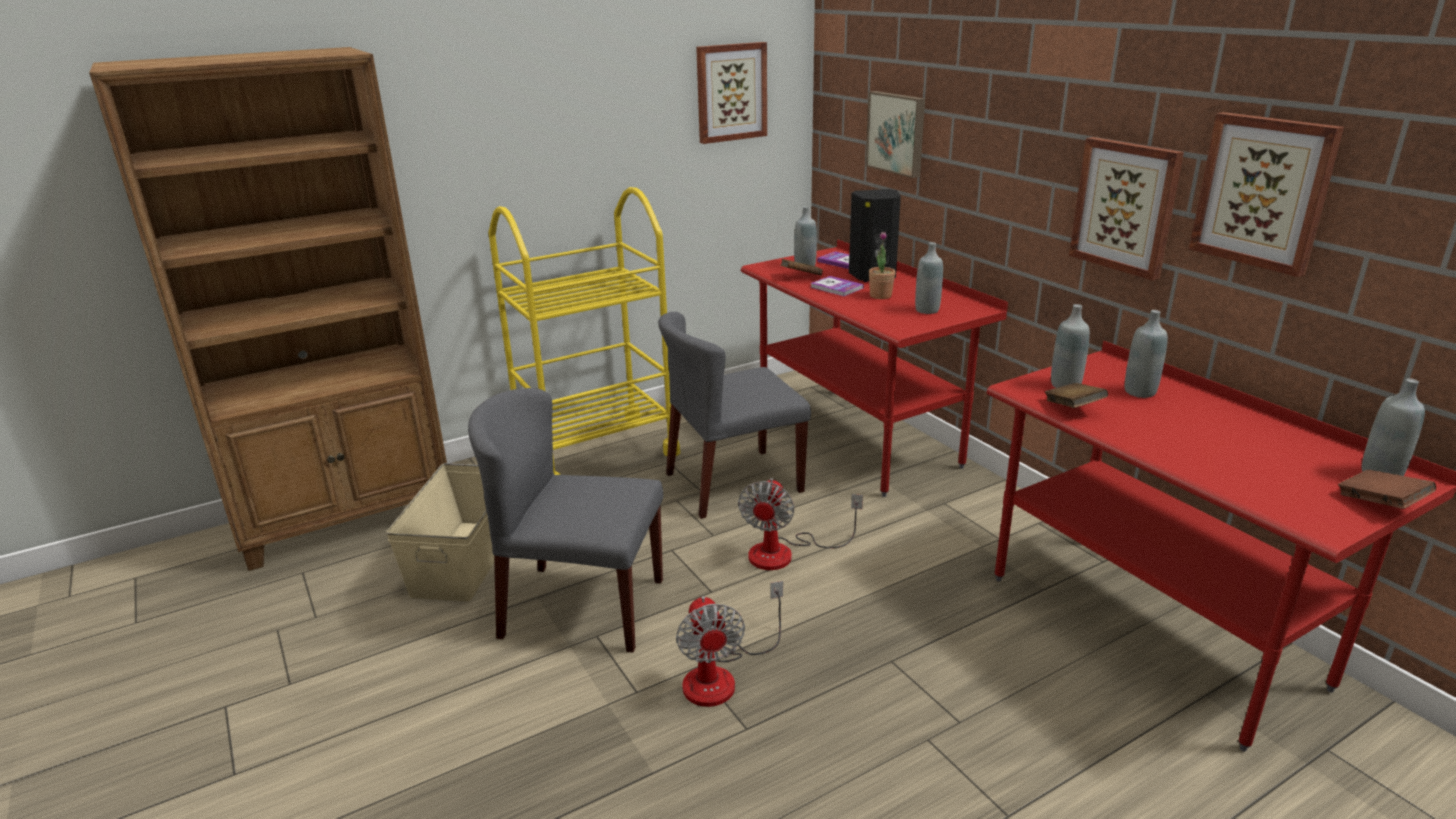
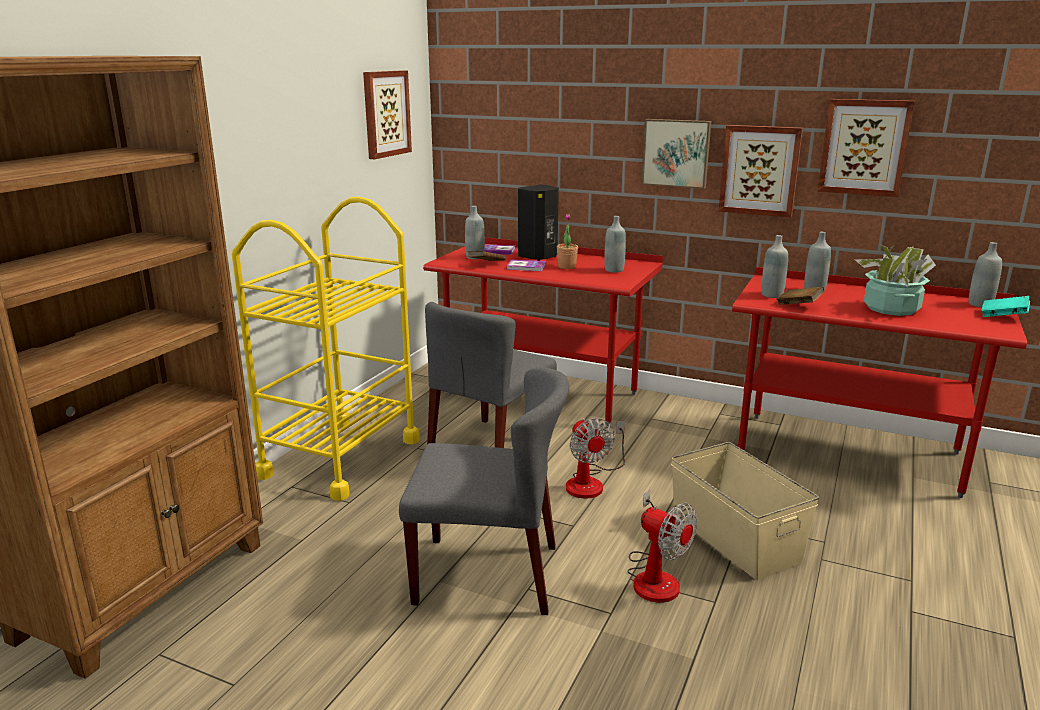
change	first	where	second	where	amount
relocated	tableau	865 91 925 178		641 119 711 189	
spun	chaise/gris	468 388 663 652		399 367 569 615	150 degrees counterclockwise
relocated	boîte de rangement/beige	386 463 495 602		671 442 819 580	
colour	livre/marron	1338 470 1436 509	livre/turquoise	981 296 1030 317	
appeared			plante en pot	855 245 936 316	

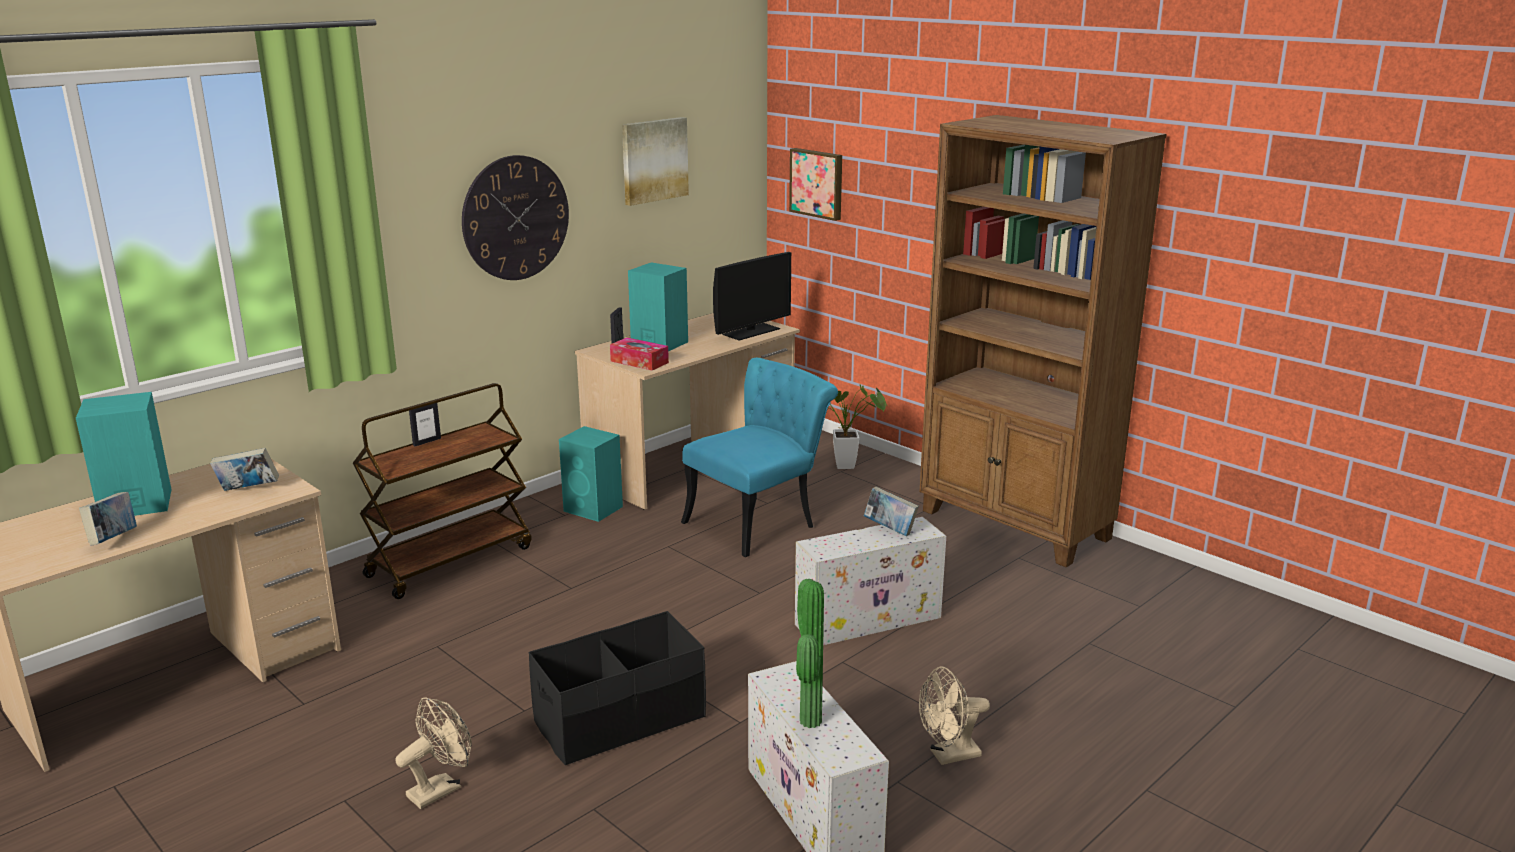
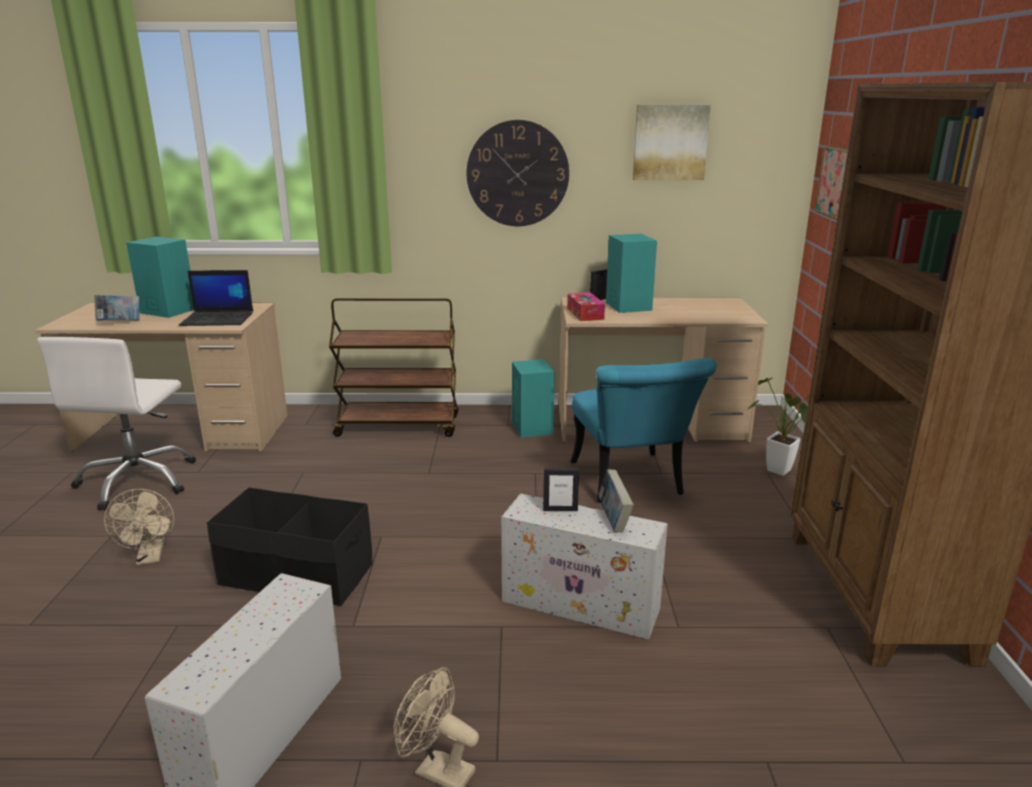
change	first	where	second	where	amount
missing	écran d'ordinateur	713 252 791 340			
spun	chaise/turquoise	681 358 838 557		570 358 716 503	75 degrees clockwise
relocated	cadre photo	409 403 441 446		543 468 579 511	
exchanged	livre	210 448 279 491	ordinateur portable	179 270 253 326	
missing	plante en pot	796 579 824 728			
spun	ventilateur/beige	395 697 472 809		104 489 174 565	75 degrees clockwise
appeared			chaise de bureau/blanc	37 337 196 511	

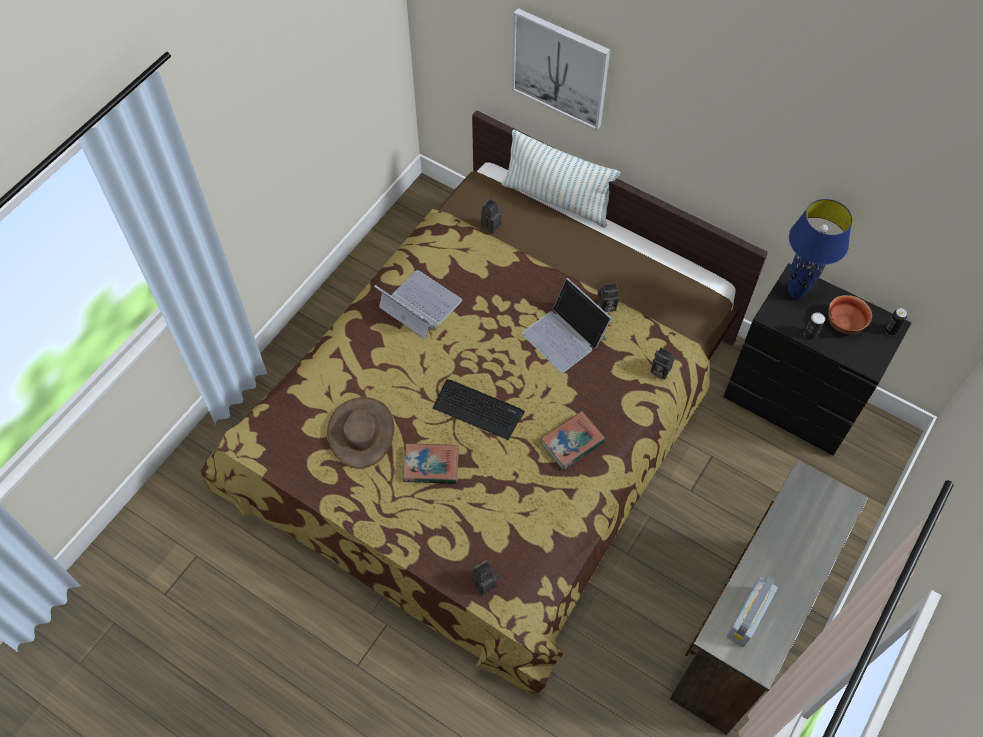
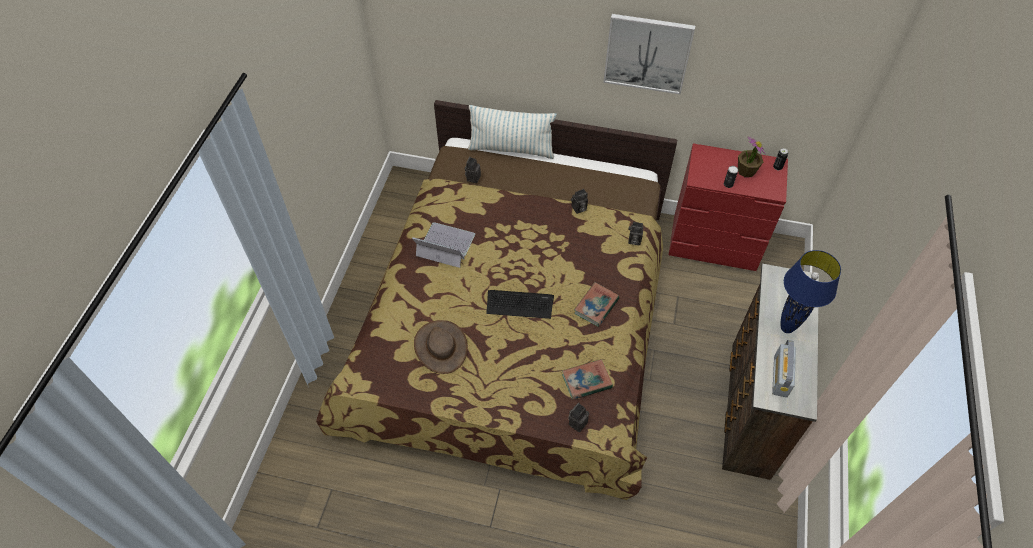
change	first	where	second	where	amount
relocated	tableau	512 8 610 131		603 14 695 94	
relocated	lampe de table/bleu	788 199 852 299		781 250 841 333	
colour	commode/noir	723 263 911 455	commode/rouge	669 144 788 271	
missing	ordinateur portable	522 278 612 373			
exchanged	bol	828 295 872 334	plante en pot	738 136 765 177	
relocated	livre	403 443 459 484		562 359 613 400	

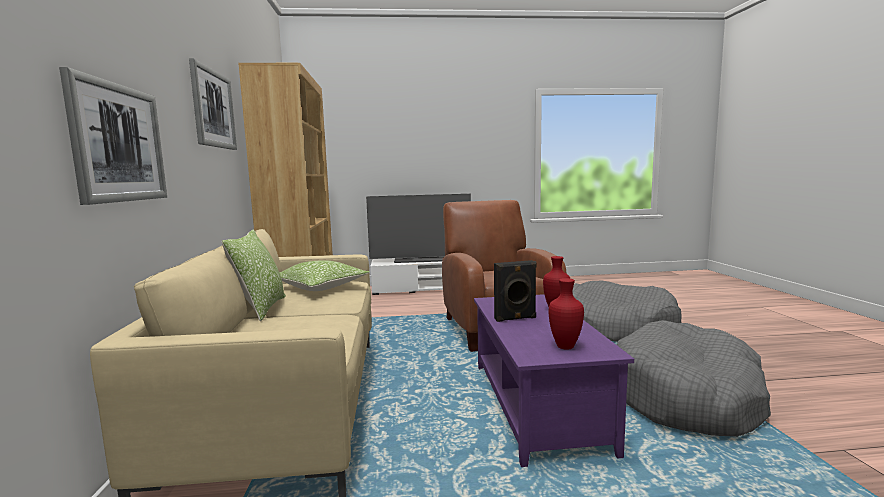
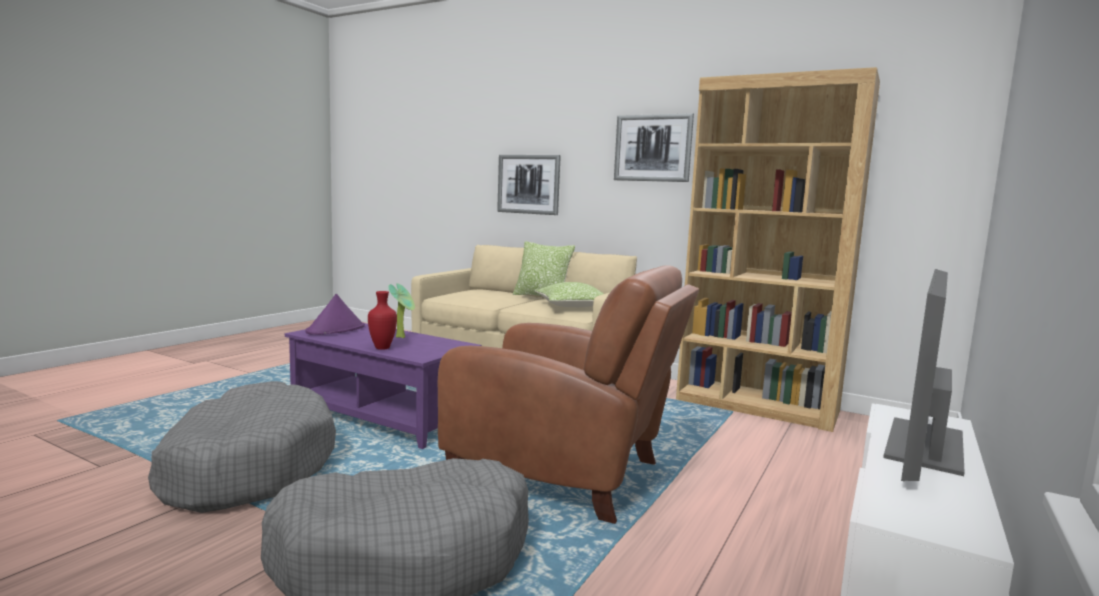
change	first	where	second	where	amount
exchanged	enceinte/noir	494 260 537 322	plante en pot	388 283 415 338	
exchanged	vase/rouge	549 278 584 350	chapeau/violet	305 294 365 335	

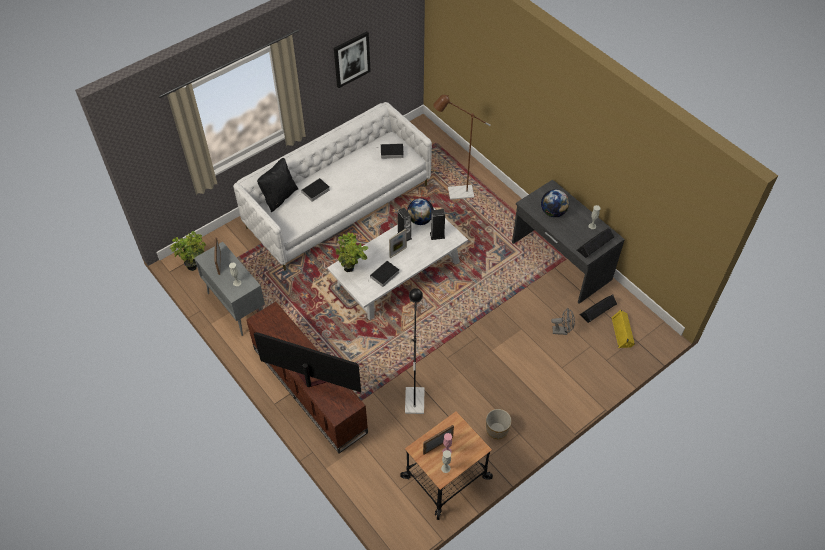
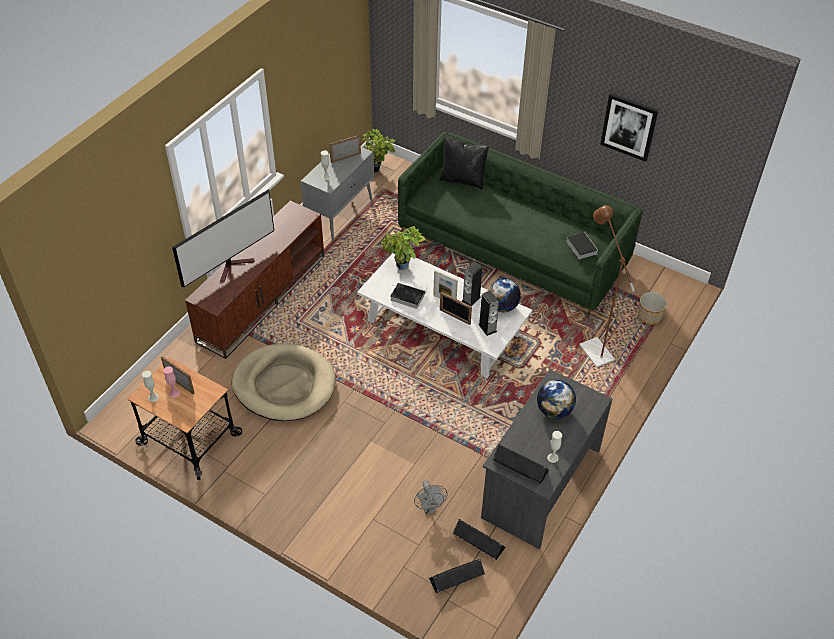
change	first	where	second	where	amount
colour	canapé/blanc	233 102 432 271	canapé/vert	398 132 643 318	
missing	livre	299 178 330 202			
exchanged	lampadaire/noir	405 288 425 414	panier pour chien/beige	231 343 336 421	
colour	enceinte/jaune	611 310 635 348	enceinte/noir	429 559 485 593	
spun	téléviseur	254 332 361 392		172 189 274 287	45 degrees clockwise
relocated	cache-pot	486 409 512 439		638 292 667 325	
appeared			cadre photo	440 292 472 325	

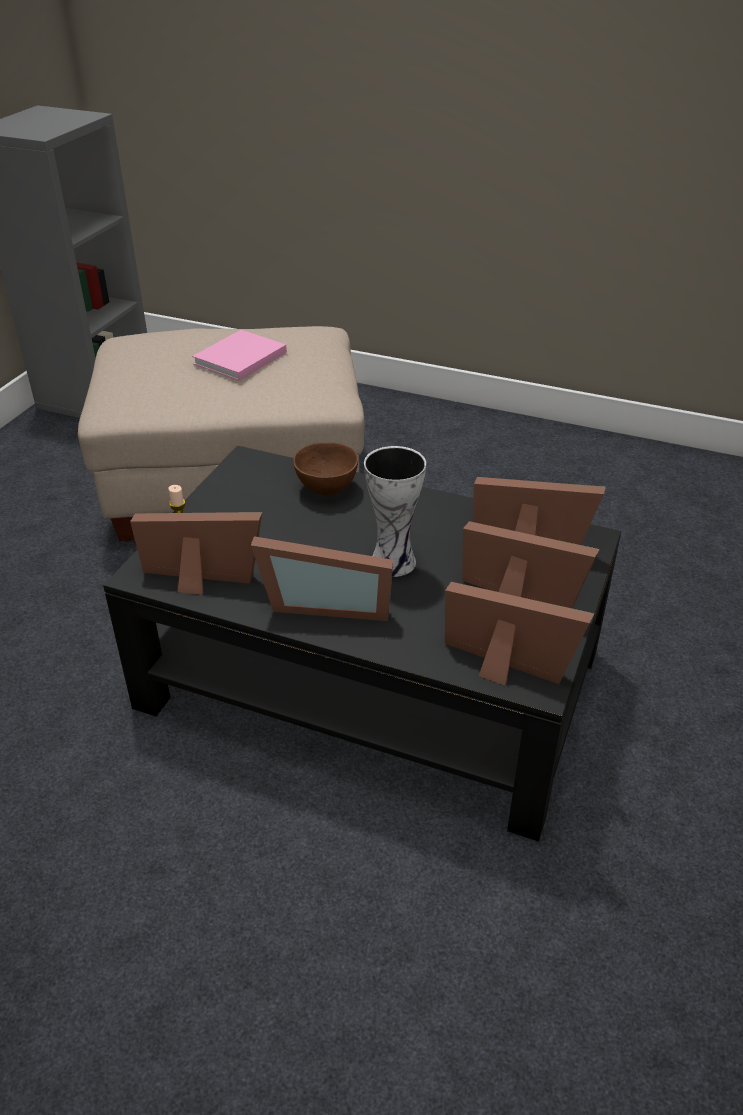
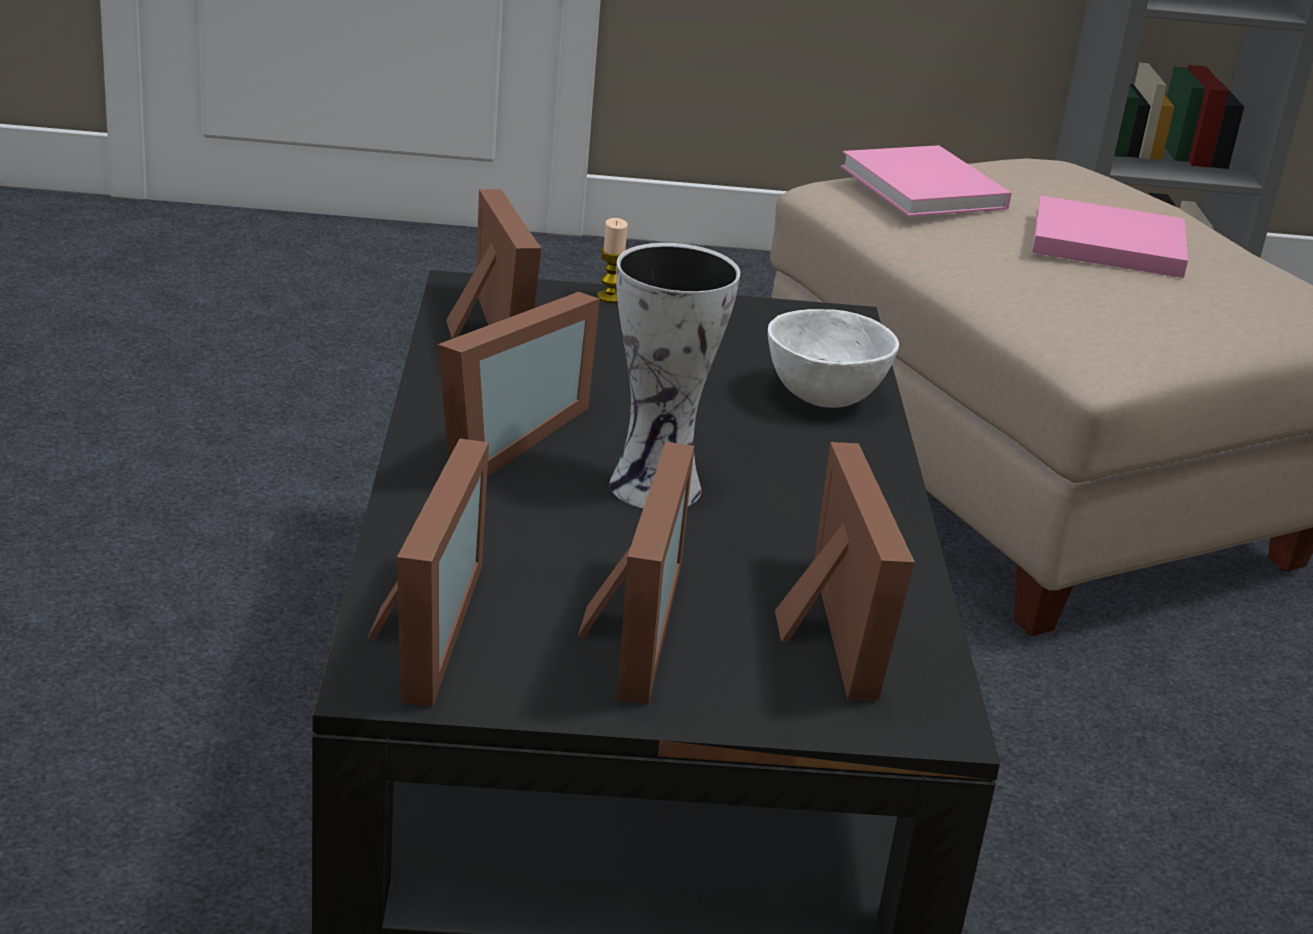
change	first	where	second	where	amount
colour	bol/marron	293 442 358 495	bol/blanc	768 309 899 408	
spun	cadre photo	251 536 393 621		438 292 600 477	135 degrees counterclockwise
appeared			livre/rose	841 145 1012 217	

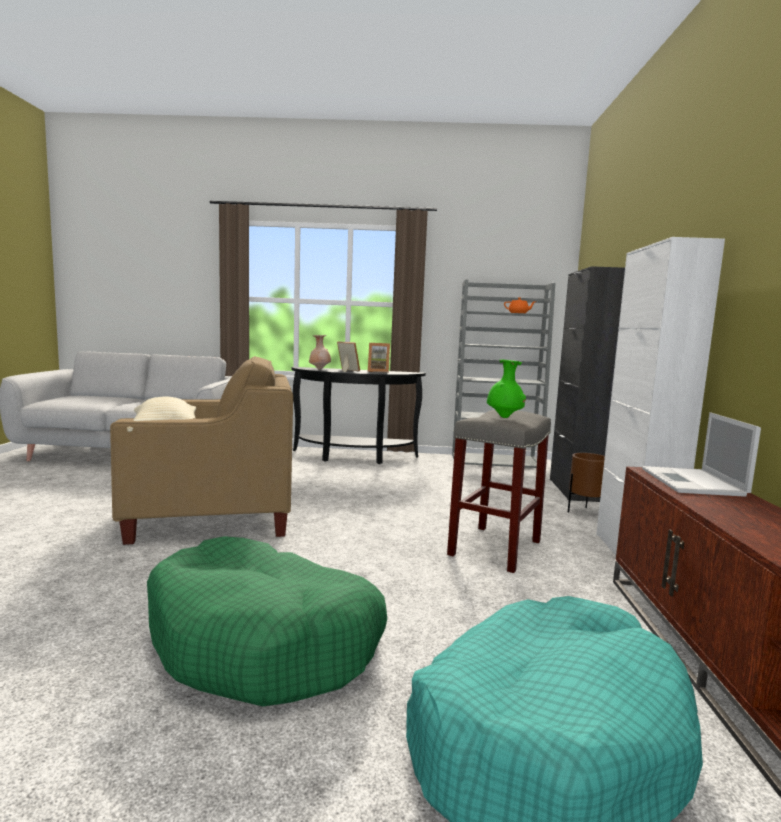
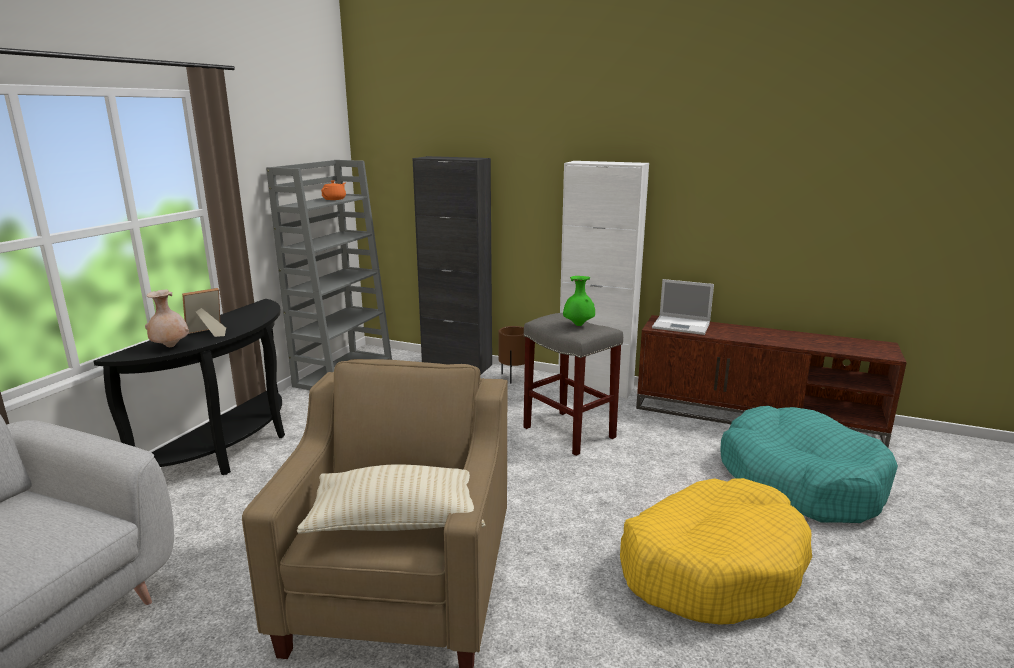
change	first	where	second	where	amount
missing	cadre photo	368 343 390 373			
colour	panier pour chien/vert	147 536 387 706	panier pour chien/jaune	620 478 812 624	

